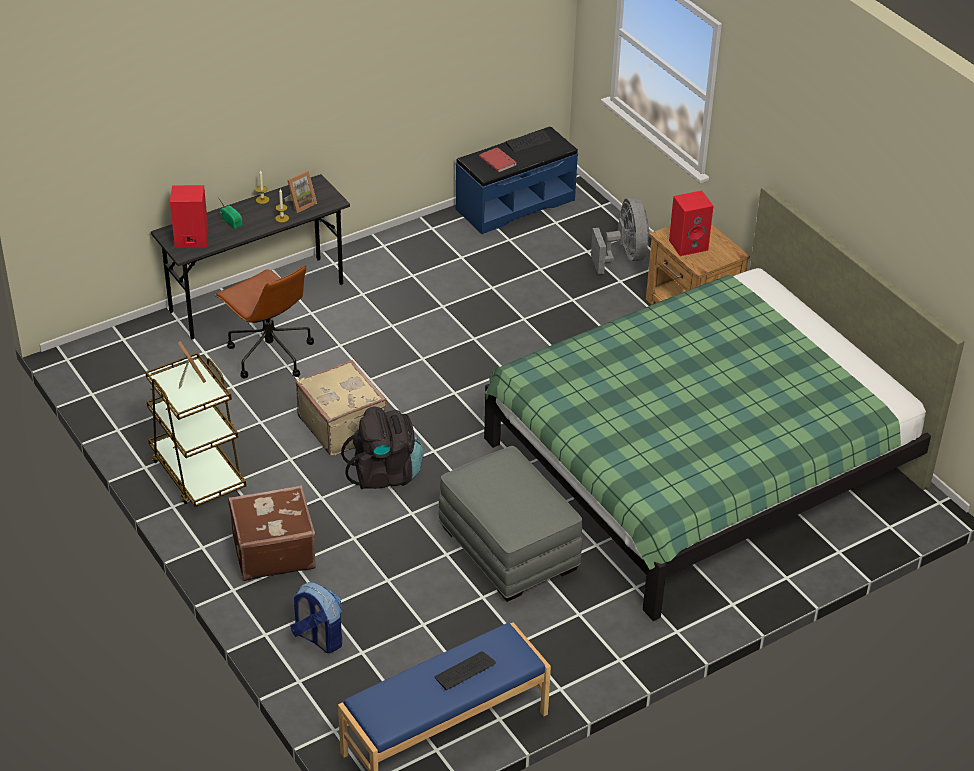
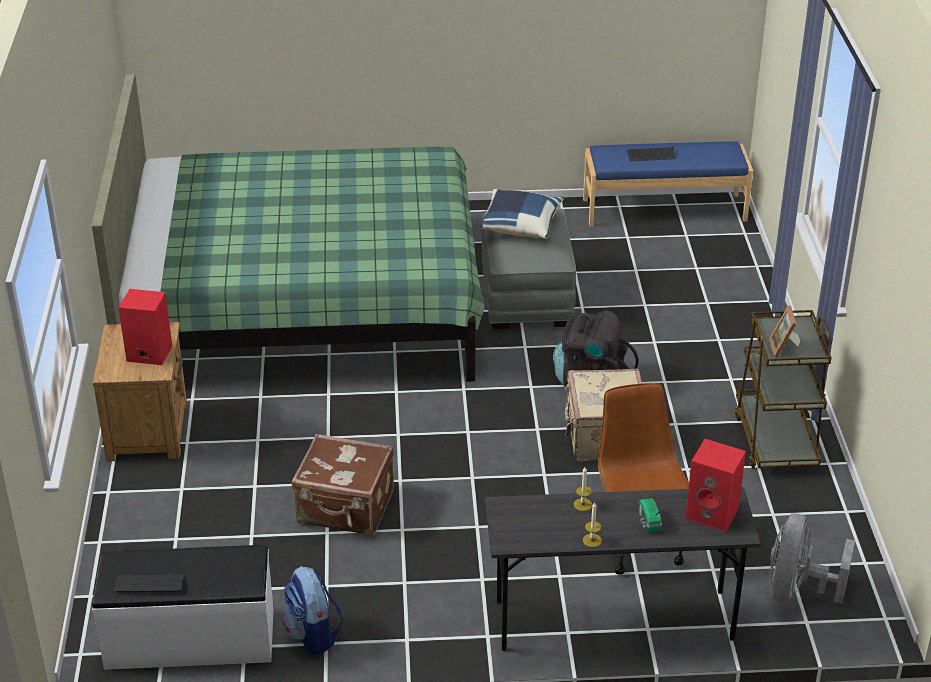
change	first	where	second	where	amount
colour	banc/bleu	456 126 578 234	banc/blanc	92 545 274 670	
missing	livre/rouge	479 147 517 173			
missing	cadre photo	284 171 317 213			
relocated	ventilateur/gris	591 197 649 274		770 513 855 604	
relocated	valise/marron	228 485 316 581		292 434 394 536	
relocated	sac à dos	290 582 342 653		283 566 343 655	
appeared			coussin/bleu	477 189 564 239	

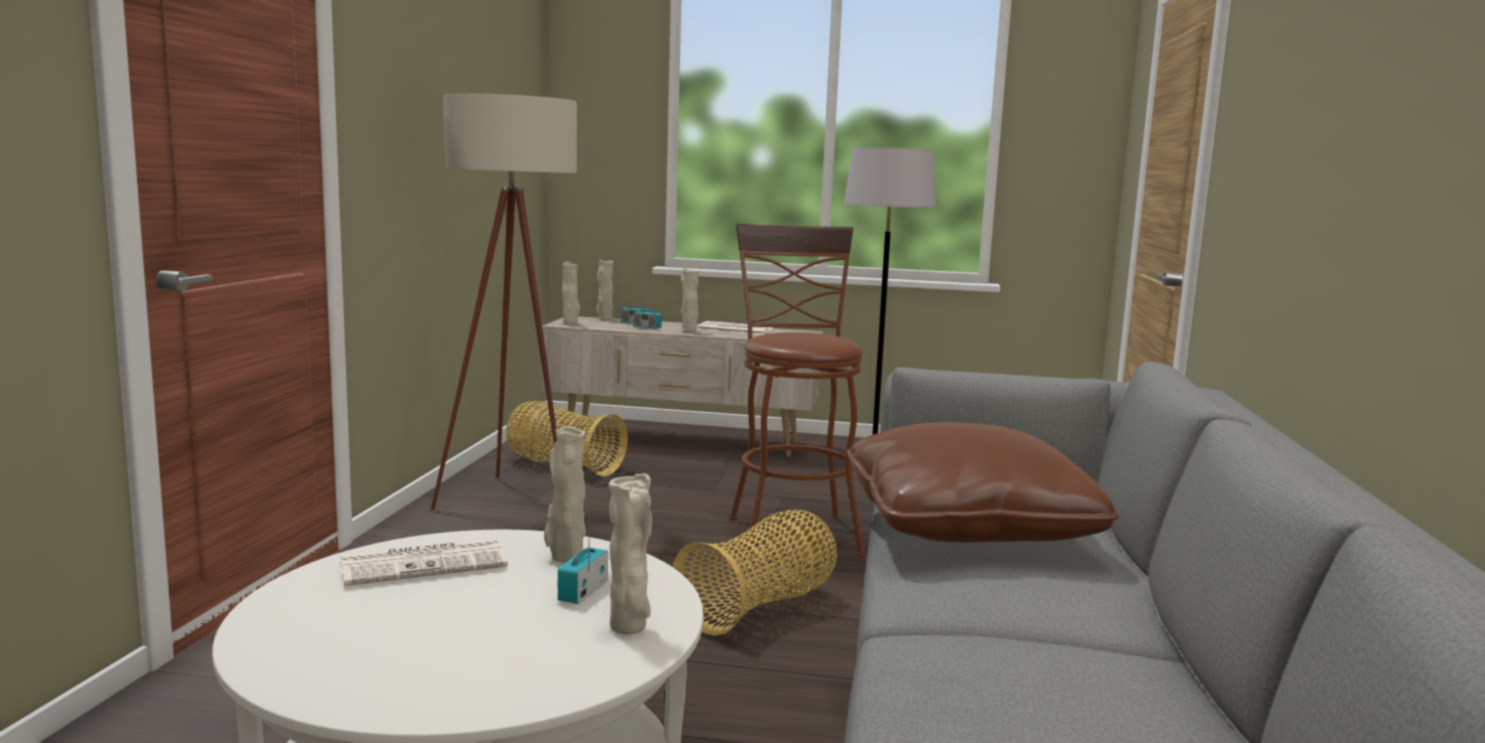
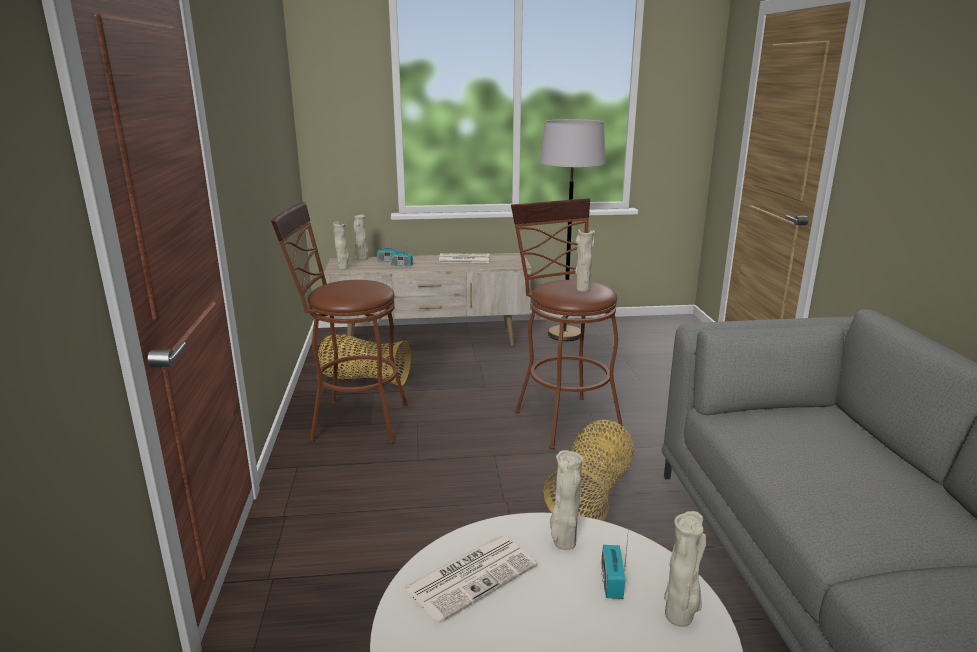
change	first	where	second	where	amount
exchanged	lampadaire/beige	431 94 577 510	tabouret/marron	271 202 408 444	
relocated	vase/beige	681 268 699 332		575 229 595 292	
missing	coussin/marron	847 422 1119 543			

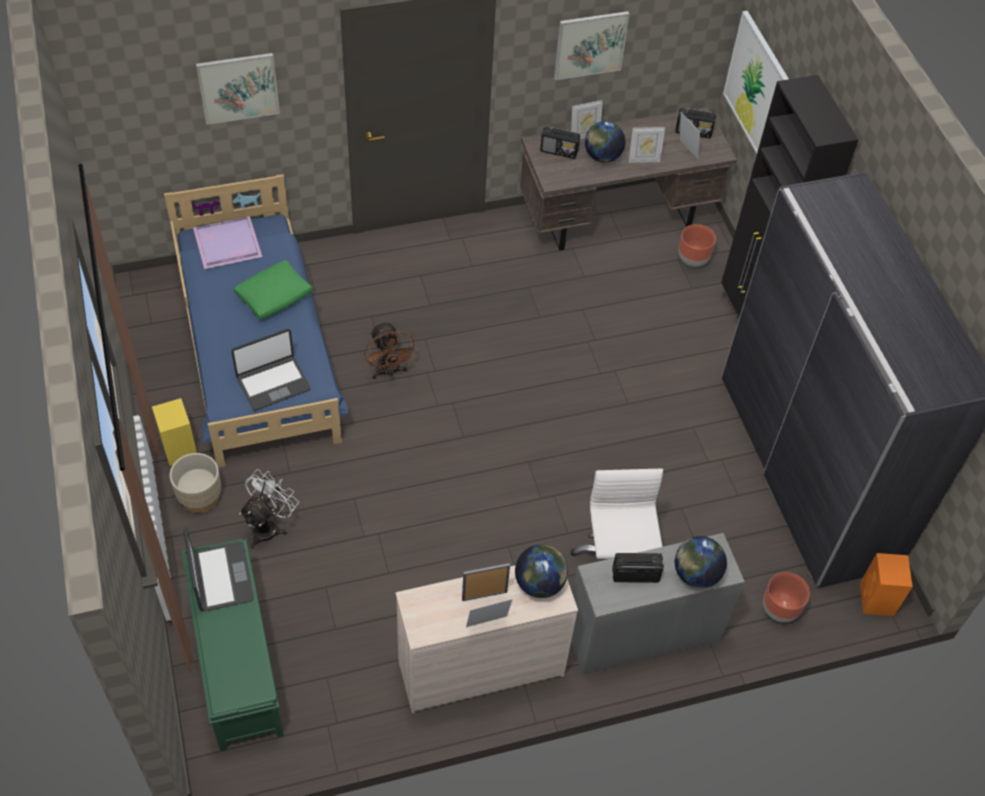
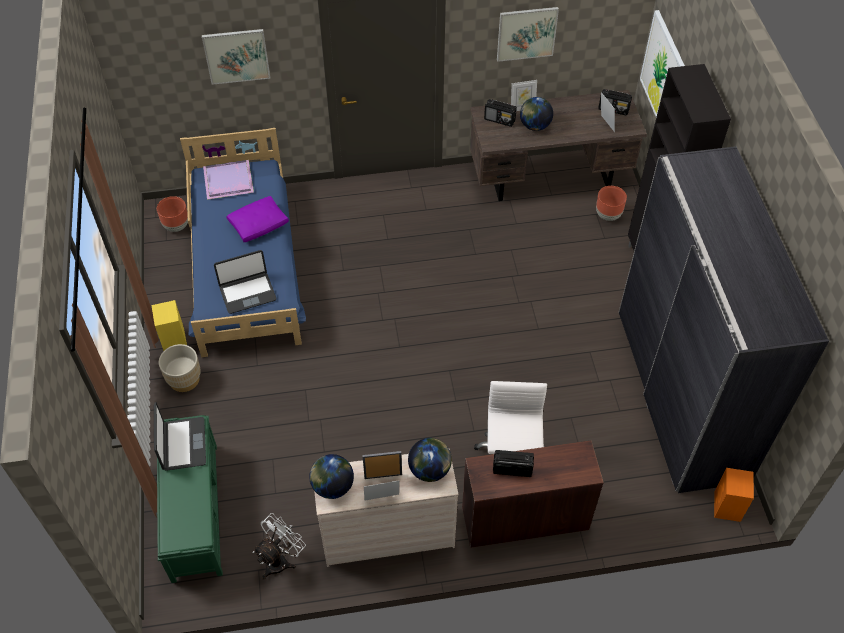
change	first	where	second	where	amount
missing	cadre photo	628 127 665 163			
colour	coussin/vert	234 260 313 320	coussin/violet	226 196 289 242	
missing	ventilateur/marron	364 321 417 379			
relocated	ventilateur/blanc	239 469 299 549		253 513 306 580	
colour	bureau/gris	571 533 745 674	bureau/marron	462 441 604 548	
relocated	globe	675 536 727 588		309 454 354 499	
relocated	cache-pot/marron	763 572 810 623		157 196 188 232	

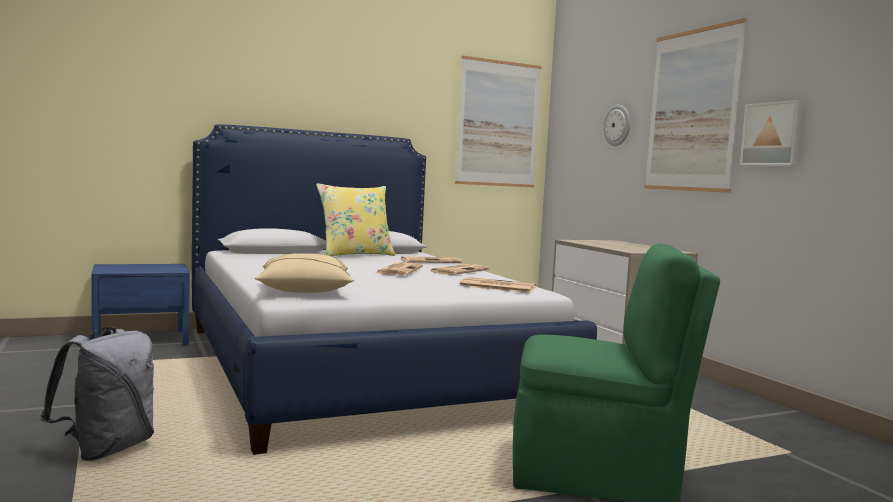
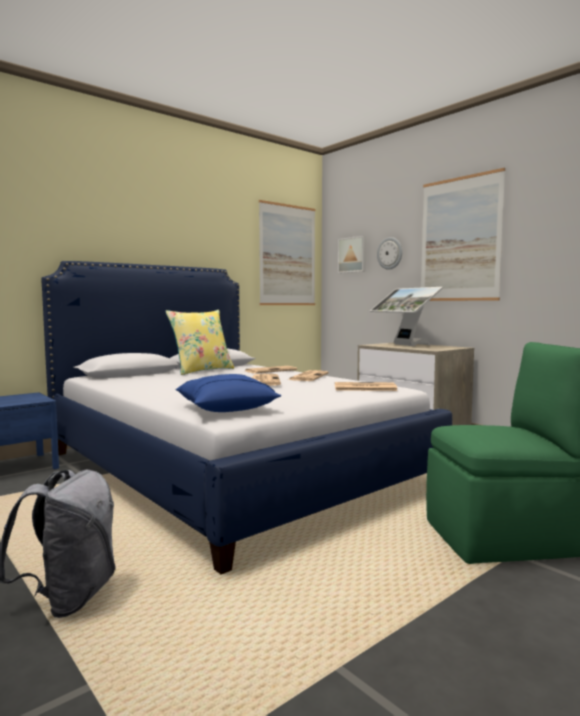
change	first	where	second	where	amount
relocated	tableau	740 100 804 166		338 236 366 273	
colour	coussin/beige	255 253 355 293	coussin/bleu	175 374 282 412	
appeared			écran d'ordinateur	370 287 443 346	

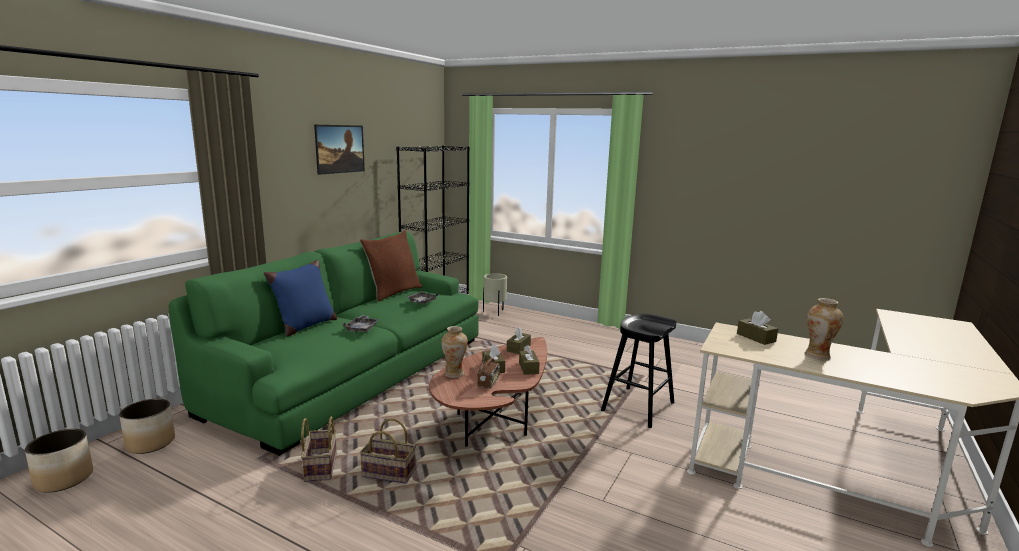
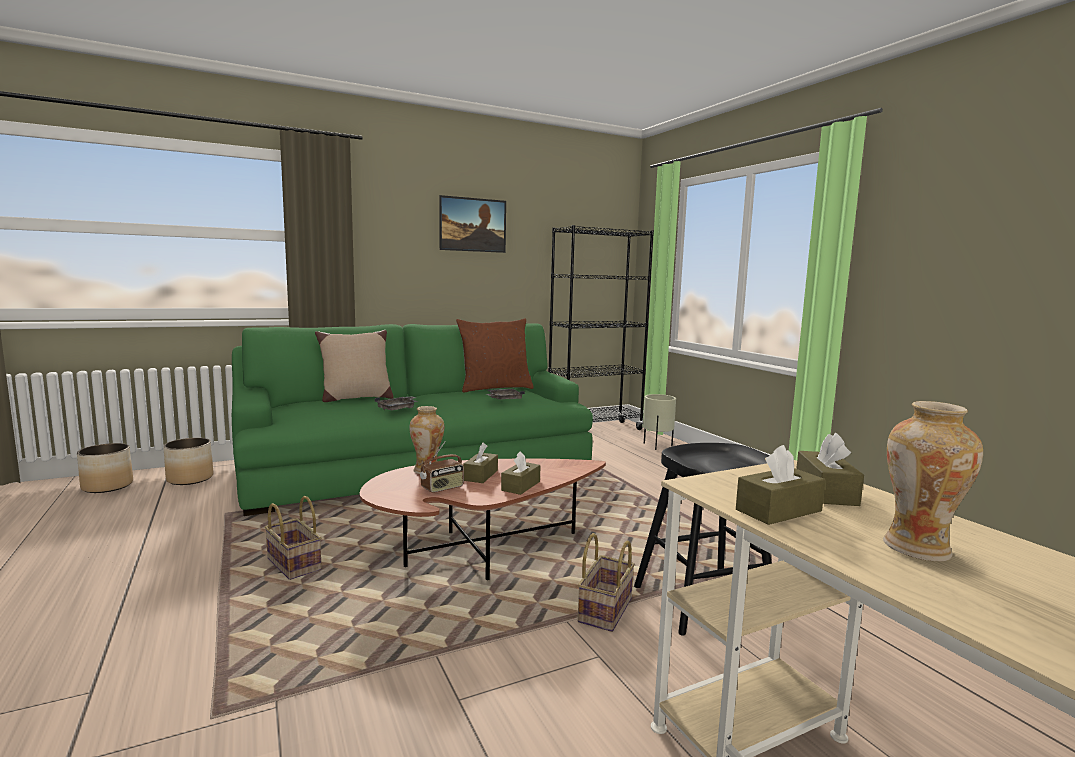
change	first	where	second	where	amount
colour	coussin/bleu	264 260 337 336	coussin/beige	315 330 394 402	
relocated	boîte à mouchoirs/marron	507 327 531 354		736 445 825 525	
relocated	panier	301 417 337 482		578 533 635 632	

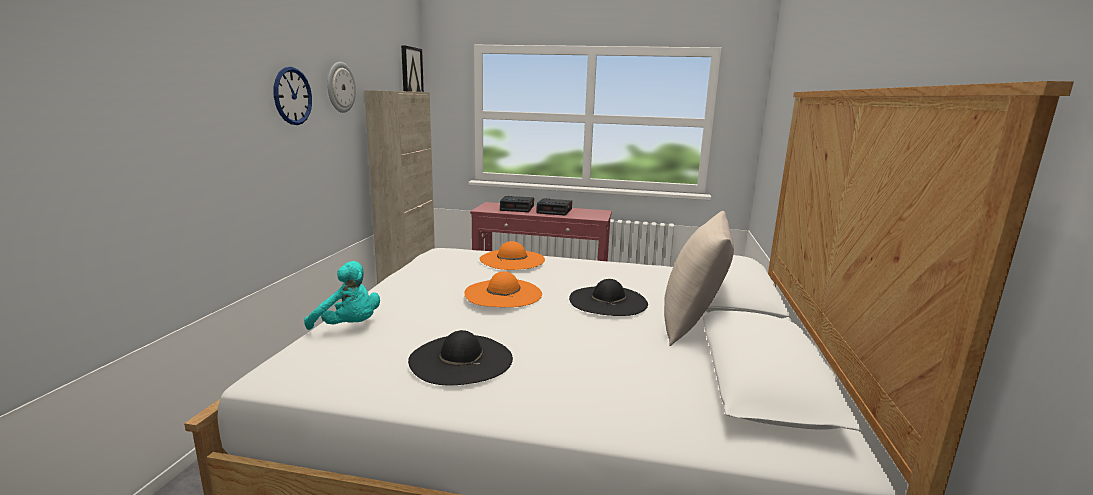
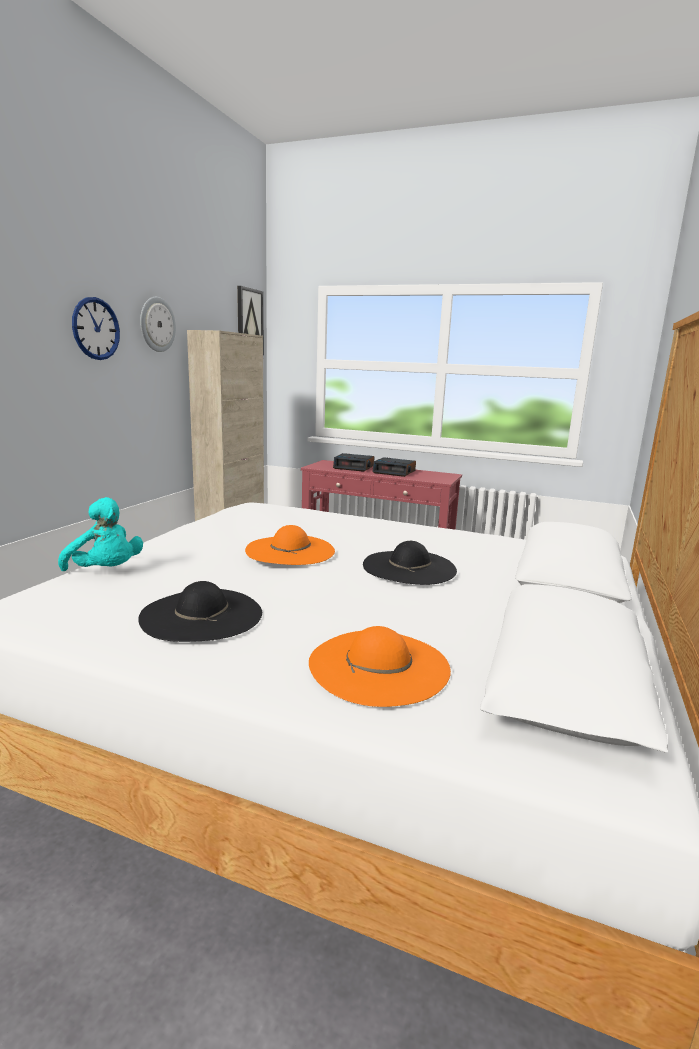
change	first	where	second	where	amount
missing	coussin/beige	664 211 734 346			
relocated	chapeau/orange	479 241 545 270		309 626 451 707	

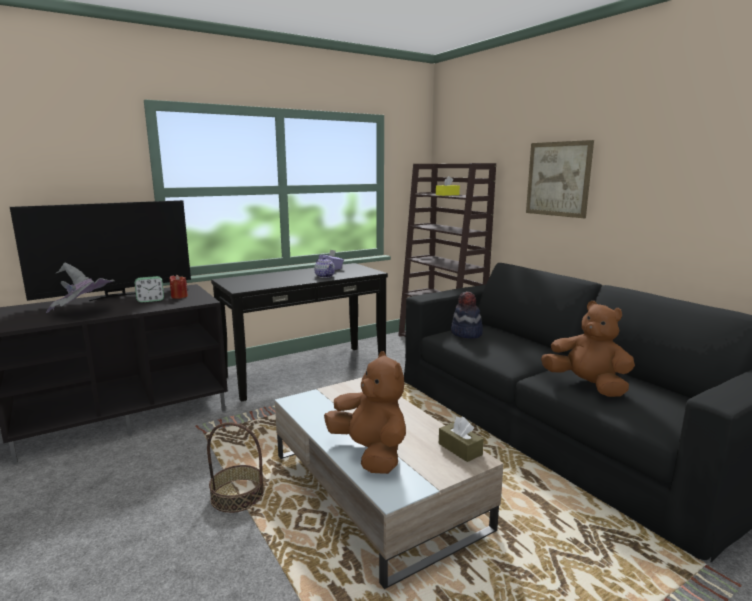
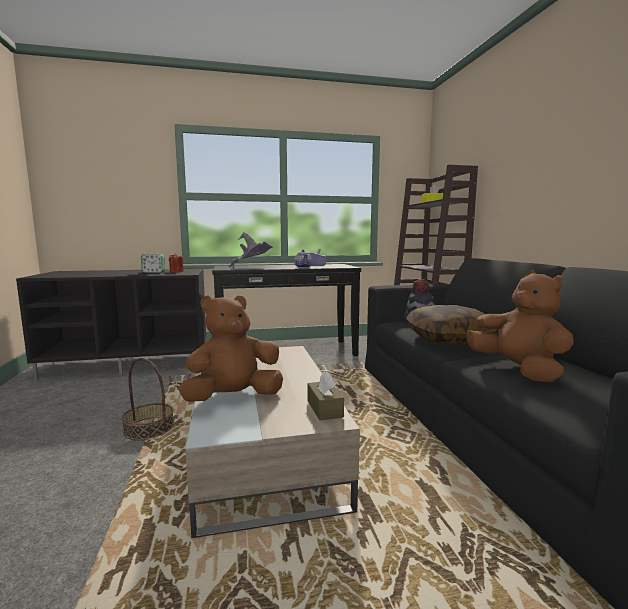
change	first	where	second	where	amount
missing	tableau	526 140 594 218			
missing	téléviseur	10 200 191 301			
relocated	chapeau/gris	46 263 115 313		229 232 273 268	
spun	peluche/marron	324 351 406 474		178 295 283 402	105 degrees counterclockwise
appeared			coussin	406 305 499 345	

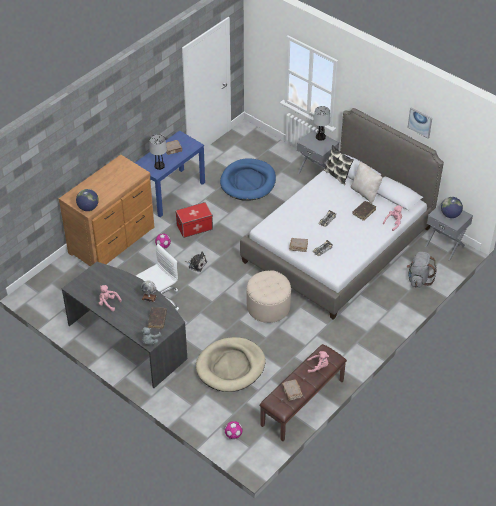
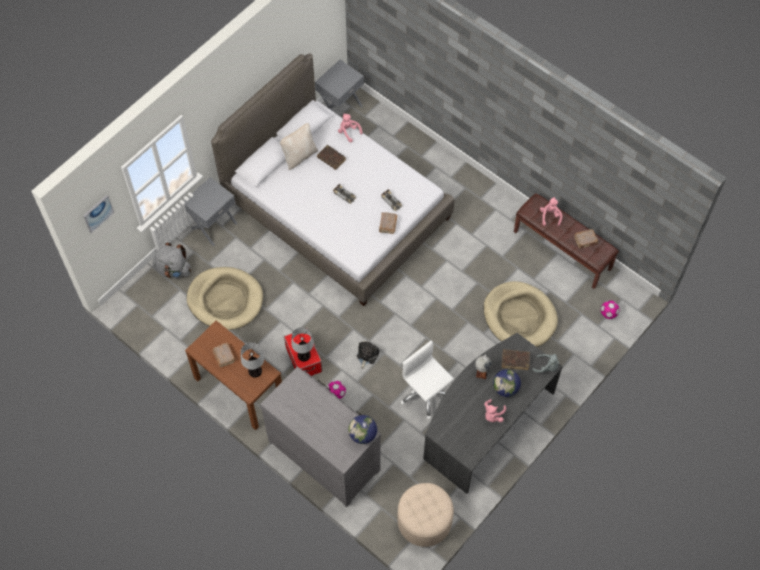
change	first	where	second	where	amount
relocated	lampe de table	313 106 330 141		291 327 314 361	
relocated	tableau	407 108 432 139		83 195 114 233	
colour	table console/bleu	135 130 205 217	table console/marron	185 320 282 430	
missing	coussin	324 145 354 185			
colour	commode/marron	59 155 155 266	commode/gris	260 367 381 507	
colour	panier pour chien/bleu	220 158 276 201	panier pour chien/beige	186 267 263 330	
relocated	globe	441 197 463 218		493 369 521 397	
relocated	sac à dos/gris	407 252 437 288		152 242 191 279	
relocated	pouf/beige	247 270 291 323		397 483 454 547	

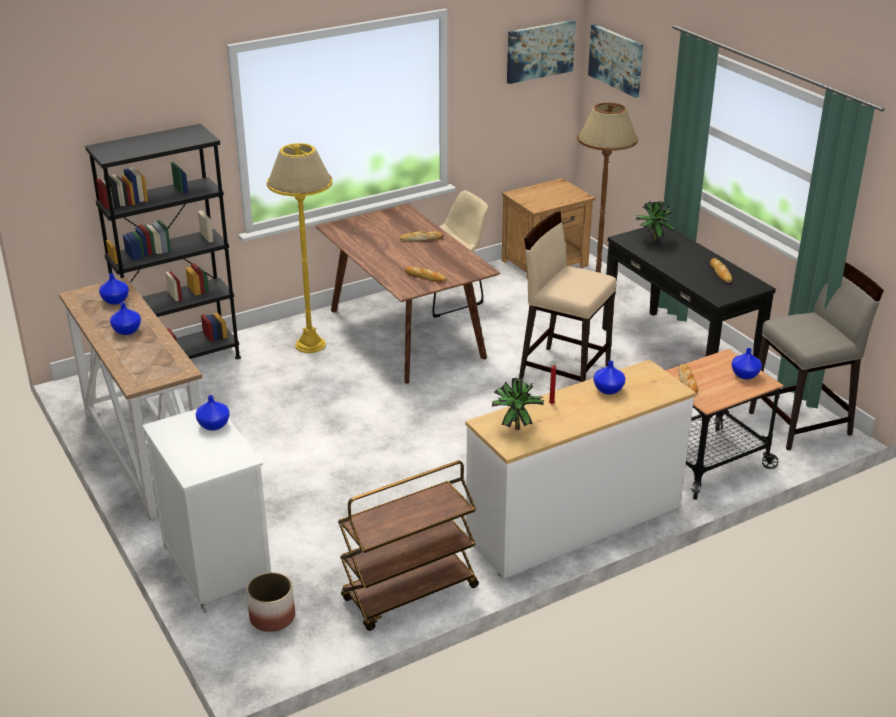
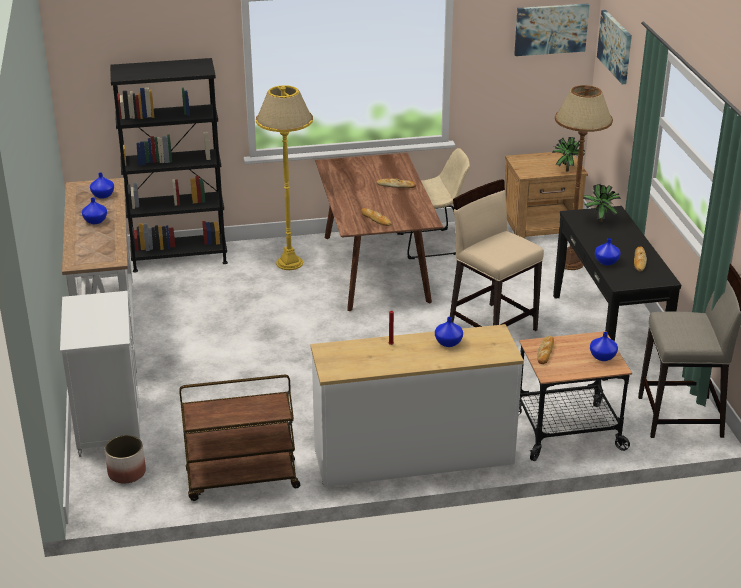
change	first	where	second	where	amount
relocated	plante en pot	492 378 544 430		552 137 586 172	
relocated	vase/bleu	196 395 230 431		595 238 621 265	

